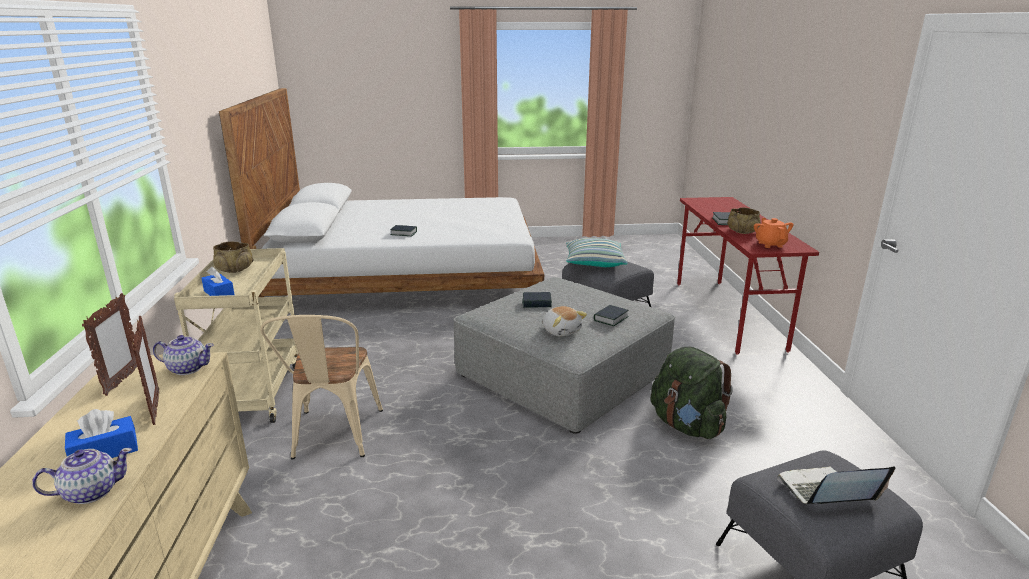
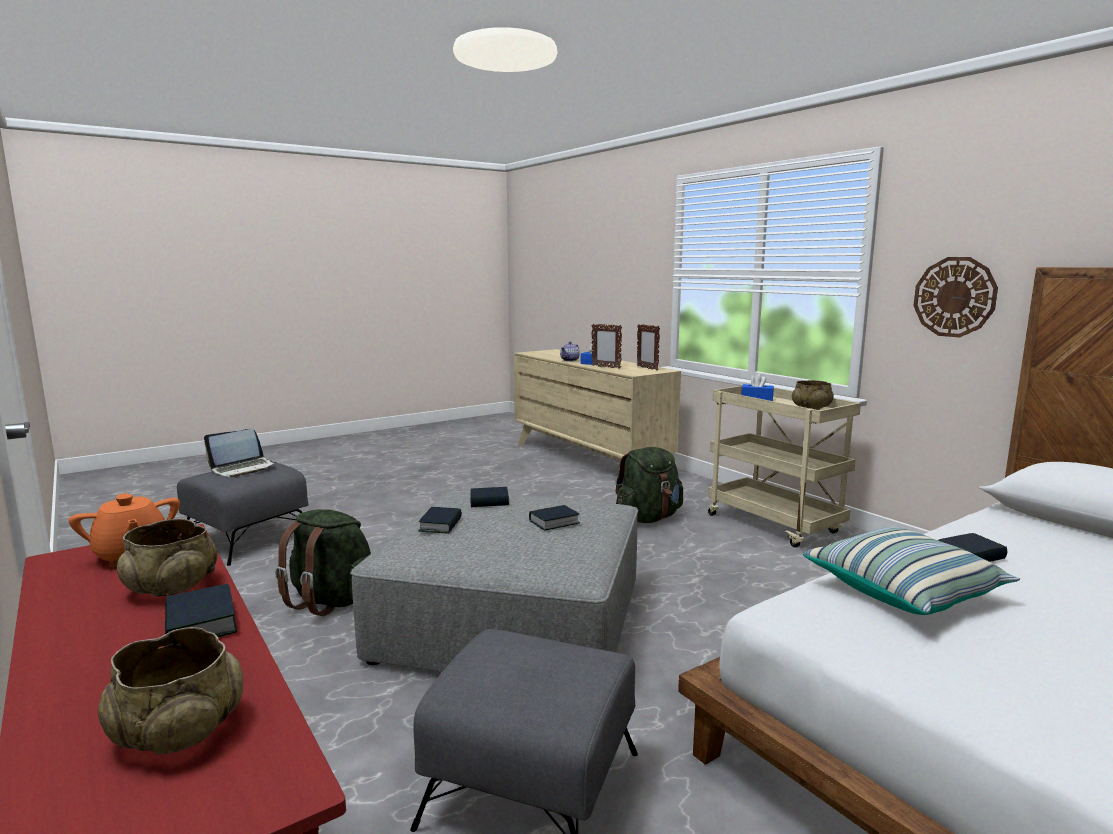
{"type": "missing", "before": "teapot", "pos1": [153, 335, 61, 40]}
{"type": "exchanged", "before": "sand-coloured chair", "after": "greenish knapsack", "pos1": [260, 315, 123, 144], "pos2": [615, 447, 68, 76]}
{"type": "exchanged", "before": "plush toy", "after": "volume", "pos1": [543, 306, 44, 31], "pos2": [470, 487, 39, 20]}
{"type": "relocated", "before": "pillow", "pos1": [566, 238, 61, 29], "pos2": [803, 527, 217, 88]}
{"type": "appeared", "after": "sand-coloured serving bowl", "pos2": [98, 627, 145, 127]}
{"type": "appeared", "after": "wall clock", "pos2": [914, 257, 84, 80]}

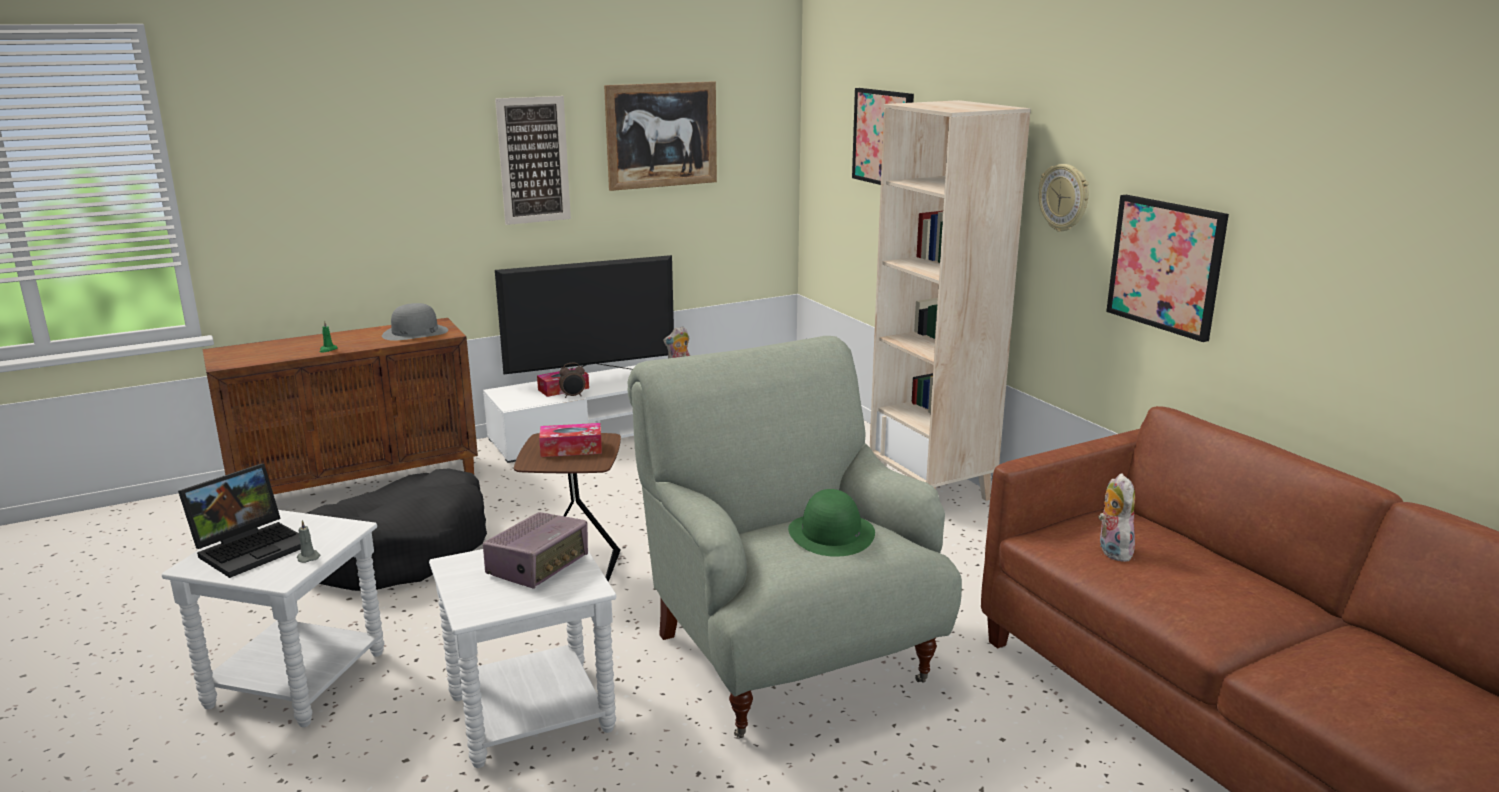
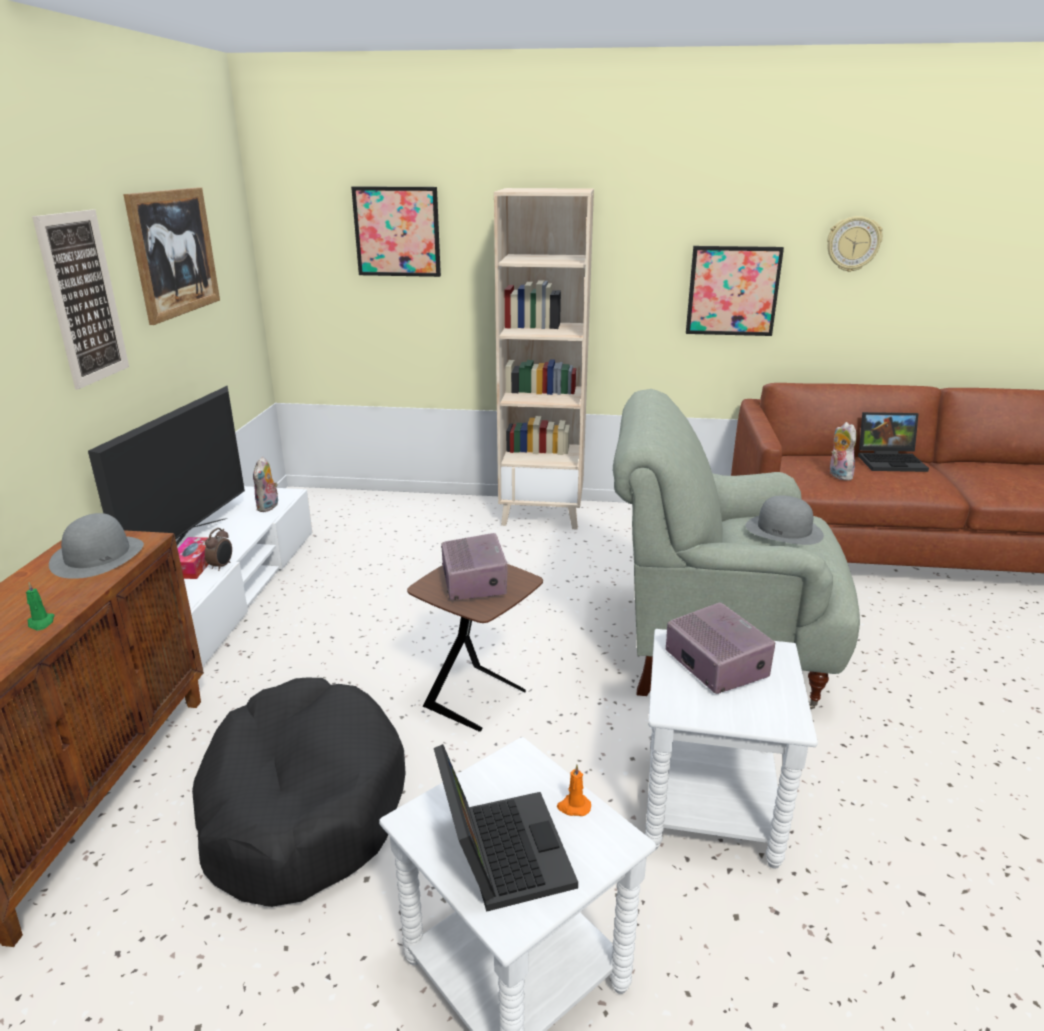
{"type": "colour", "before": "greyish wax light", "after": "orange wax light", "pos1": [297, 520, 23, 43], "pos2": [557, 764, 34, 52]}
{"type": "exchanged", "before": "tissue holder", "after": "radio", "pos1": [539, 423, 63, 34], "pos2": [441, 533, 67, 67]}
{"type": "colour", "before": "greenish clothing hat", "after": "greyish clothing hat", "pos1": [788, 489, 87, 68], "pos2": [746, 495, 78, 50]}
{"type": "relocated", "before": "wall clock", "pos1": [1038, 164, 51, 68], "pos2": [827, 216, 56, 56]}
{"type": "spun", "before": "plush toy", "pos1": [1098, 473, 37, 89], "pos2": [829, 422, 28, 58], "turn": 45}
{"type": "appeared", "after": "laptop", "pos2": [858, 412, 71, 60]}

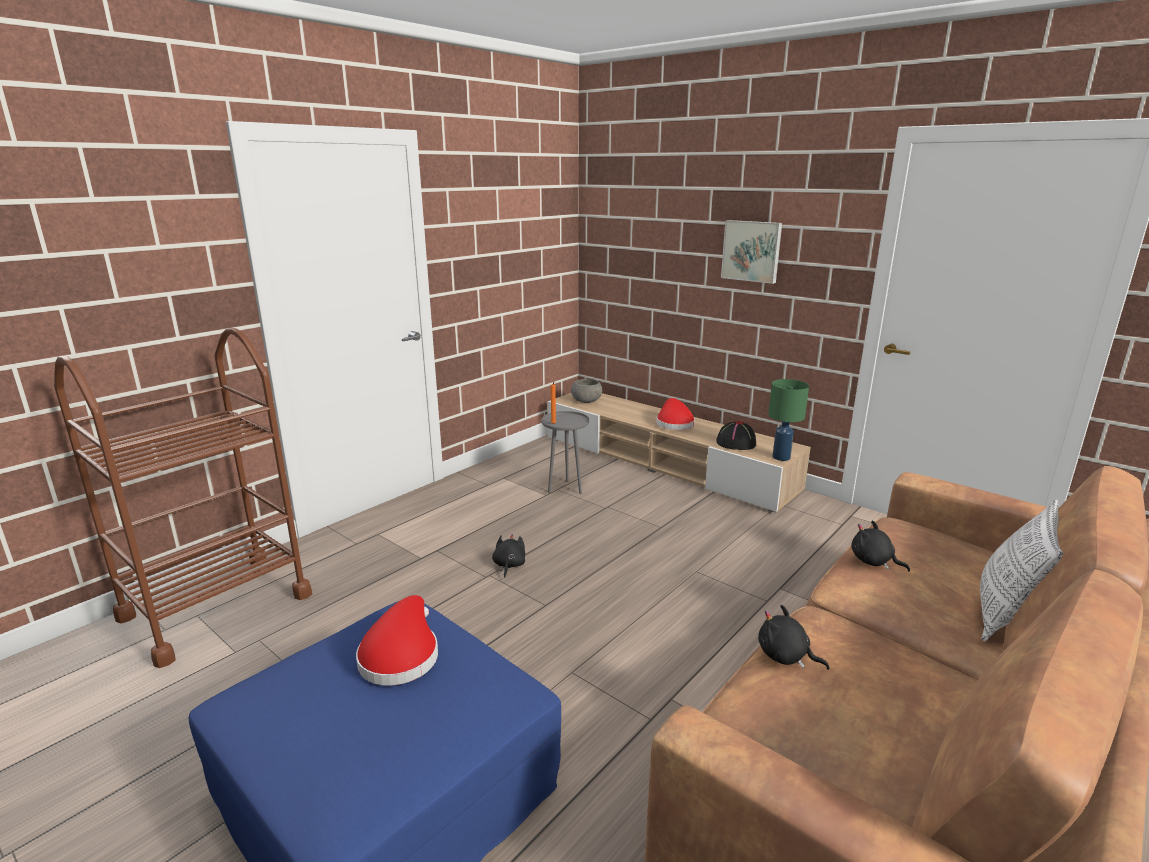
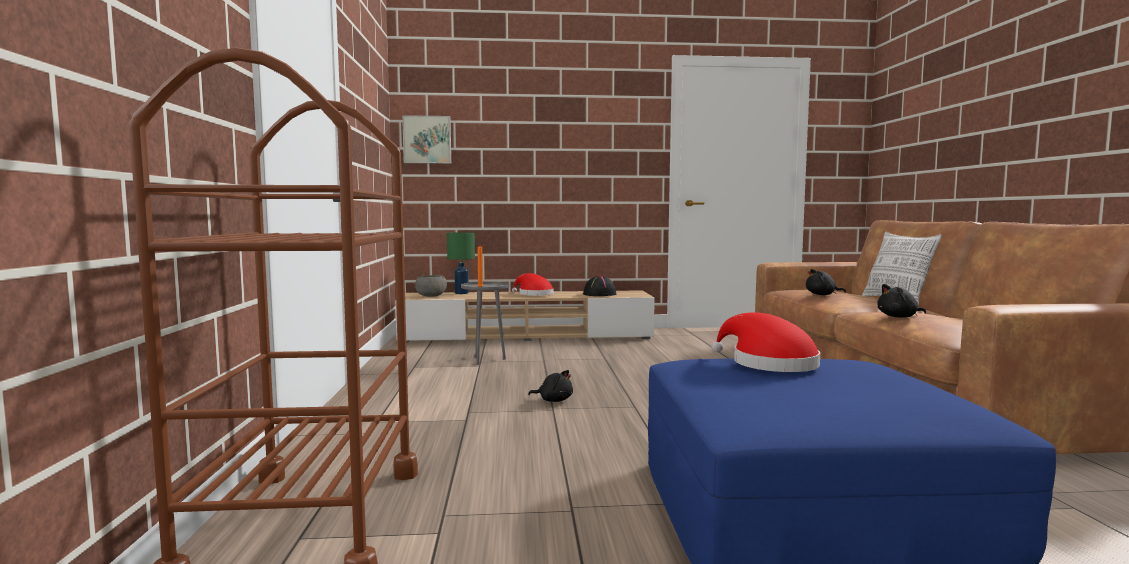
{"type": "spun", "before": "black-coloured plush toy", "pos1": [492, 534, 33, 44], "pos2": [528, 370, 45, 32], "turn": 150}
{"type": "relocated", "before": "wall picture", "pos1": [721, 220, 61, 64], "pos2": [402, 115, 49, 49]}
{"type": "relocated", "before": "greenish tabletop lamp", "pos1": [768, 379, 41, 82], "pos2": [447, 232, 28, 62]}

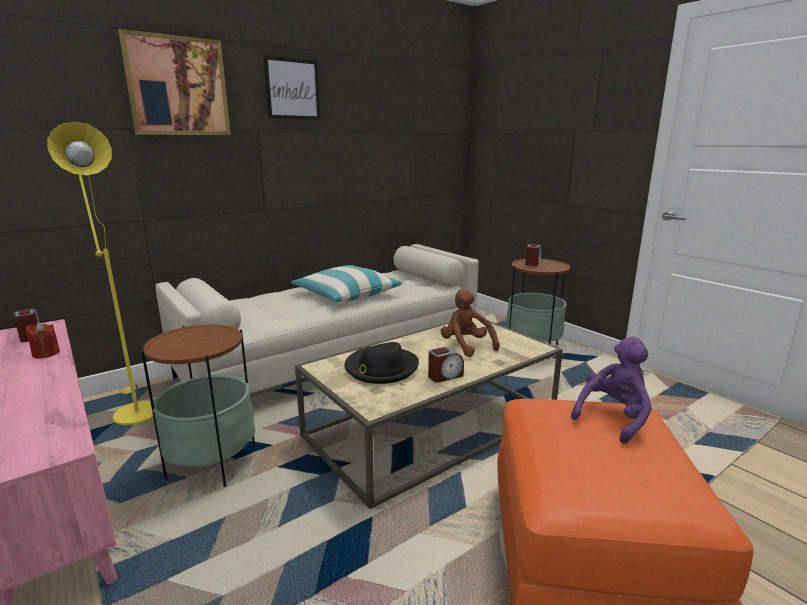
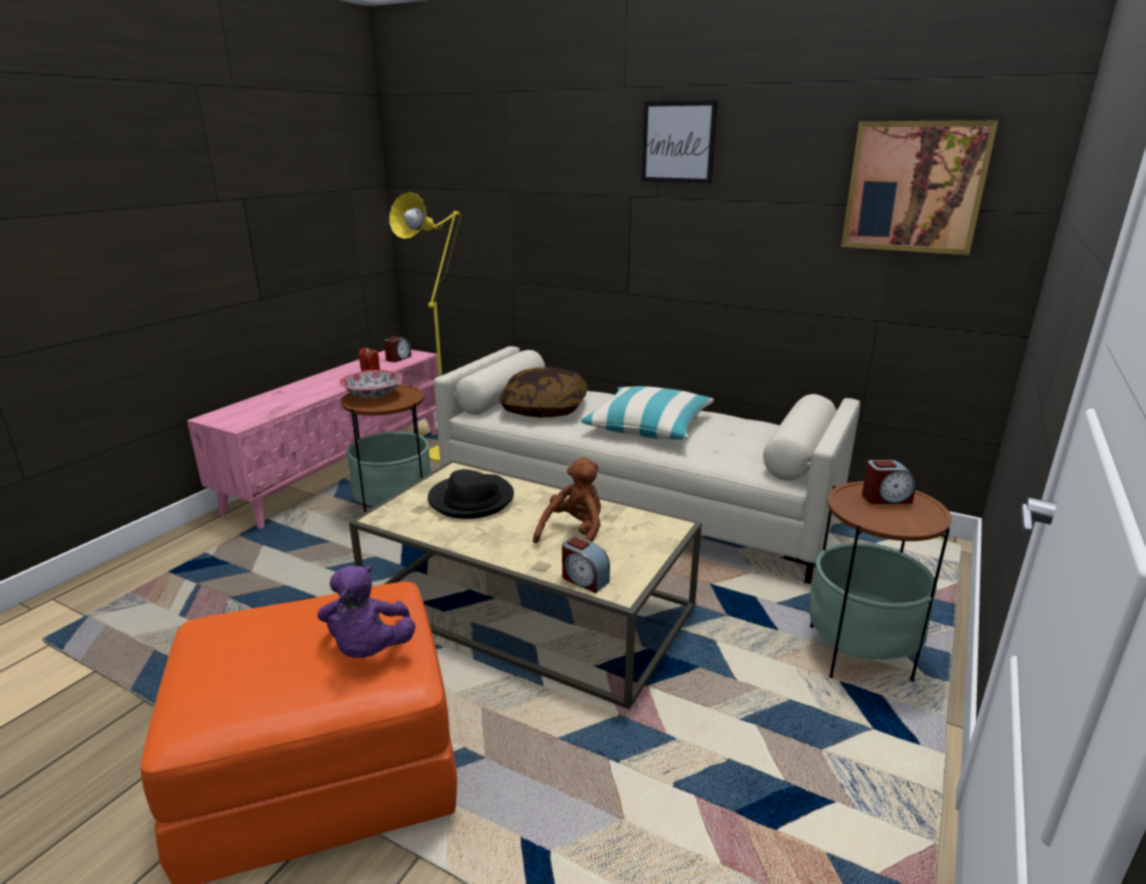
{"type": "relocated", "before": "wall picture", "pos1": [118, 29, 113, 106], "pos2": [841, 120, 157, 135]}
{"type": "relocated", "before": "table clock", "pos1": [428, 347, 36, 36], "pos2": [562, 536, 48, 57]}
{"type": "spun", "before": "purple-coloured plush toy", "pos1": [571, 336, 81, 108], "pos2": [318, 566, 98, 92], "turn": 60}
{"type": "appeared", "after": "serving bowl", "pos2": [339, 370, 64, 28]}
{"type": "appeared", "after": "pillow", "pos2": [500, 367, 87, 50]}

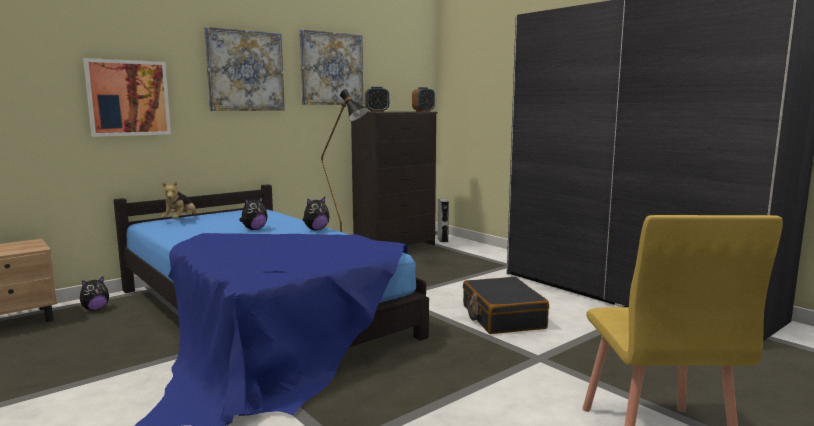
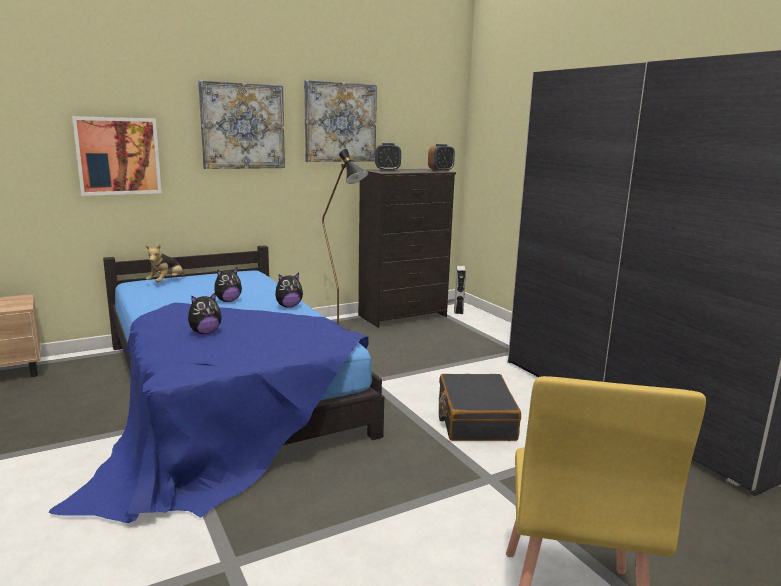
{"type": "relocated", "before": "plush toy", "pos1": [80, 276, 29, 35], "pos2": [188, 292, 34, 42]}

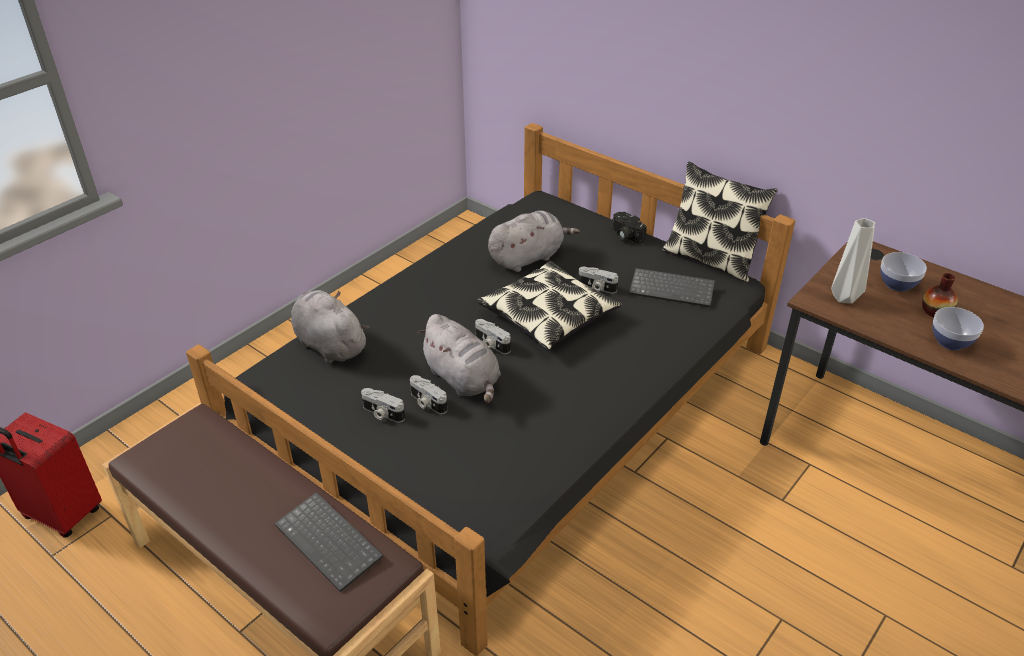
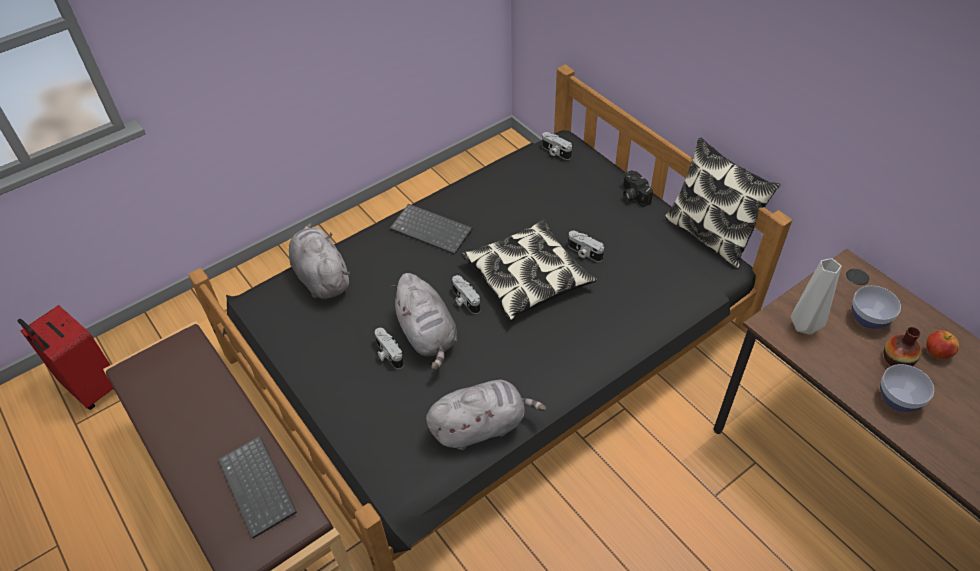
{"type": "relocated", "before": "still camera", "pos1": [361, 388, 44, 34], "pos2": [542, 132, 30, 28]}
{"type": "relocated", "before": "greyish plush toy", "pos1": [488, 211, 92, 61], "pos2": [426, 380, 121, 70]}
{"type": "relocated", "before": "keyboard", "pos1": [629, 268, 86, 39], "pos2": [390, 204, 82, 51]}
{"type": "appeared", "after": "apple fruit", "pos2": [926, 330, 33, 29]}

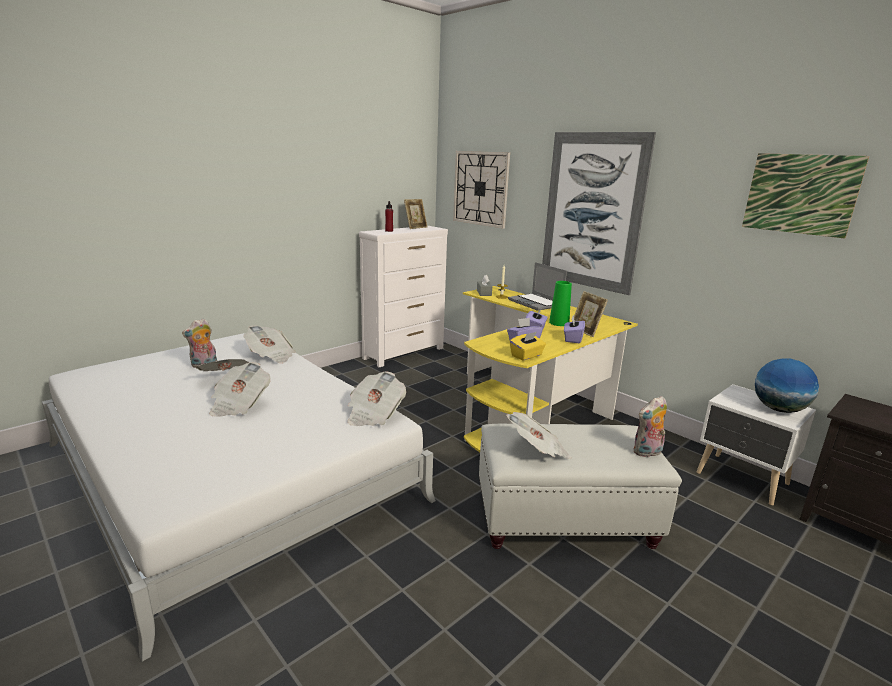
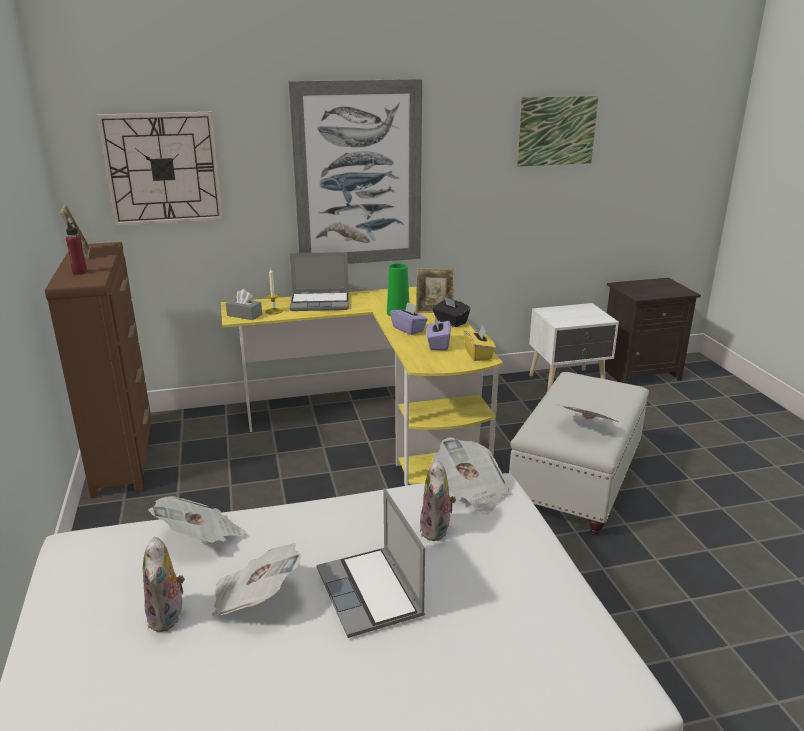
{"type": "exchanged", "before": "printed paper", "after": "laptop", "pos1": [209, 362, 61, 55], "pos2": [317, 488, 108, 150]}
{"type": "colour", "before": "white-coloured dresser", "after": "brown-coloured dresser", "pos1": [359, 226, 89, 141], "pos2": [45, 242, 106, 256]}
{"type": "colour", "before": "purple-coloured tissue holder", "after": "black-coloured tissue holder", "pos1": [564, 315, 21, 29], "pos2": [433, 297, 37, 30]}
{"type": "relocated", "before": "plush toy", "pos1": [633, 396, 34, 61], "pos2": [420, 460, 36, 81]}
{"type": "missing", "before": "world globe", "pos1": [755, 358, 64, 55]}

